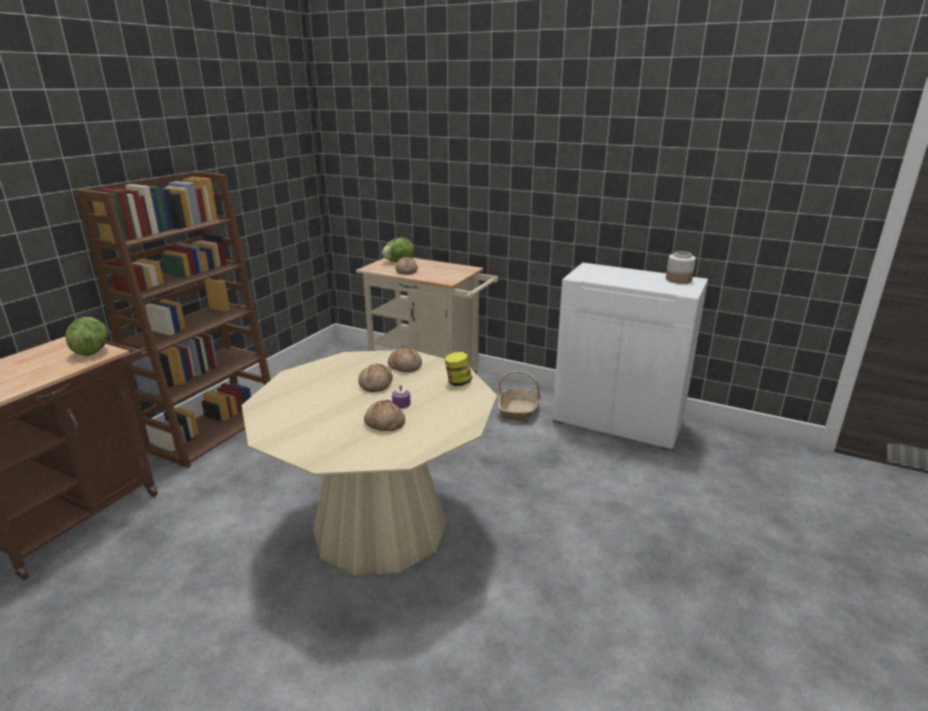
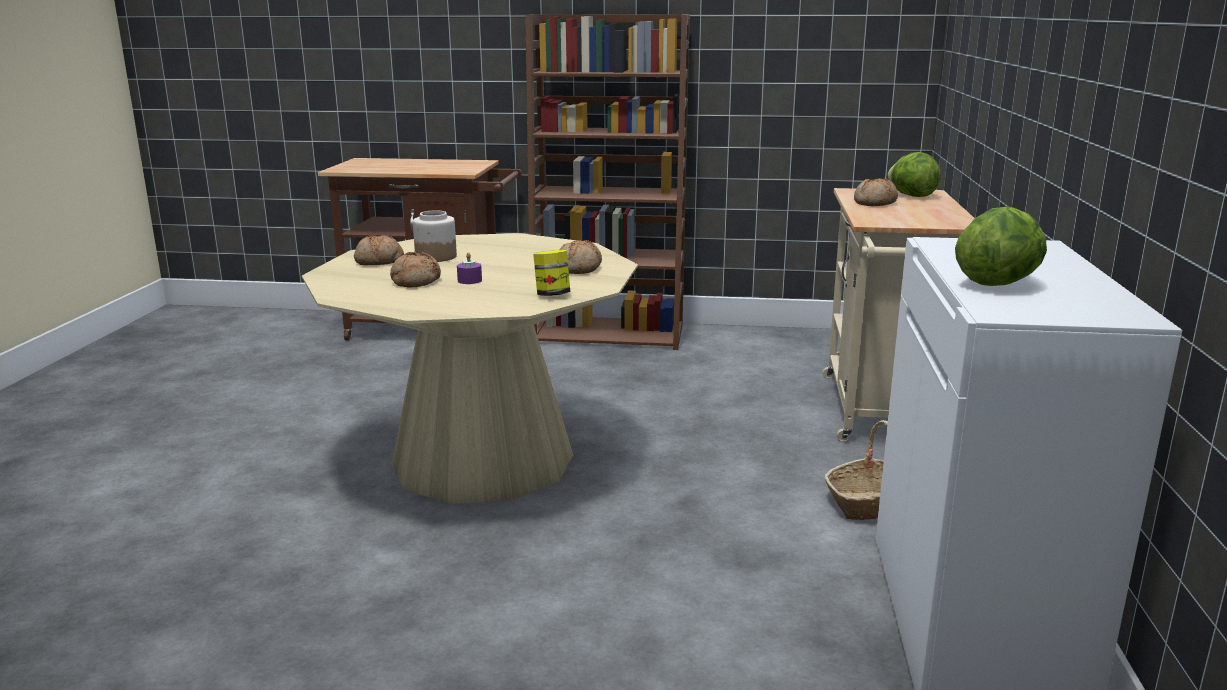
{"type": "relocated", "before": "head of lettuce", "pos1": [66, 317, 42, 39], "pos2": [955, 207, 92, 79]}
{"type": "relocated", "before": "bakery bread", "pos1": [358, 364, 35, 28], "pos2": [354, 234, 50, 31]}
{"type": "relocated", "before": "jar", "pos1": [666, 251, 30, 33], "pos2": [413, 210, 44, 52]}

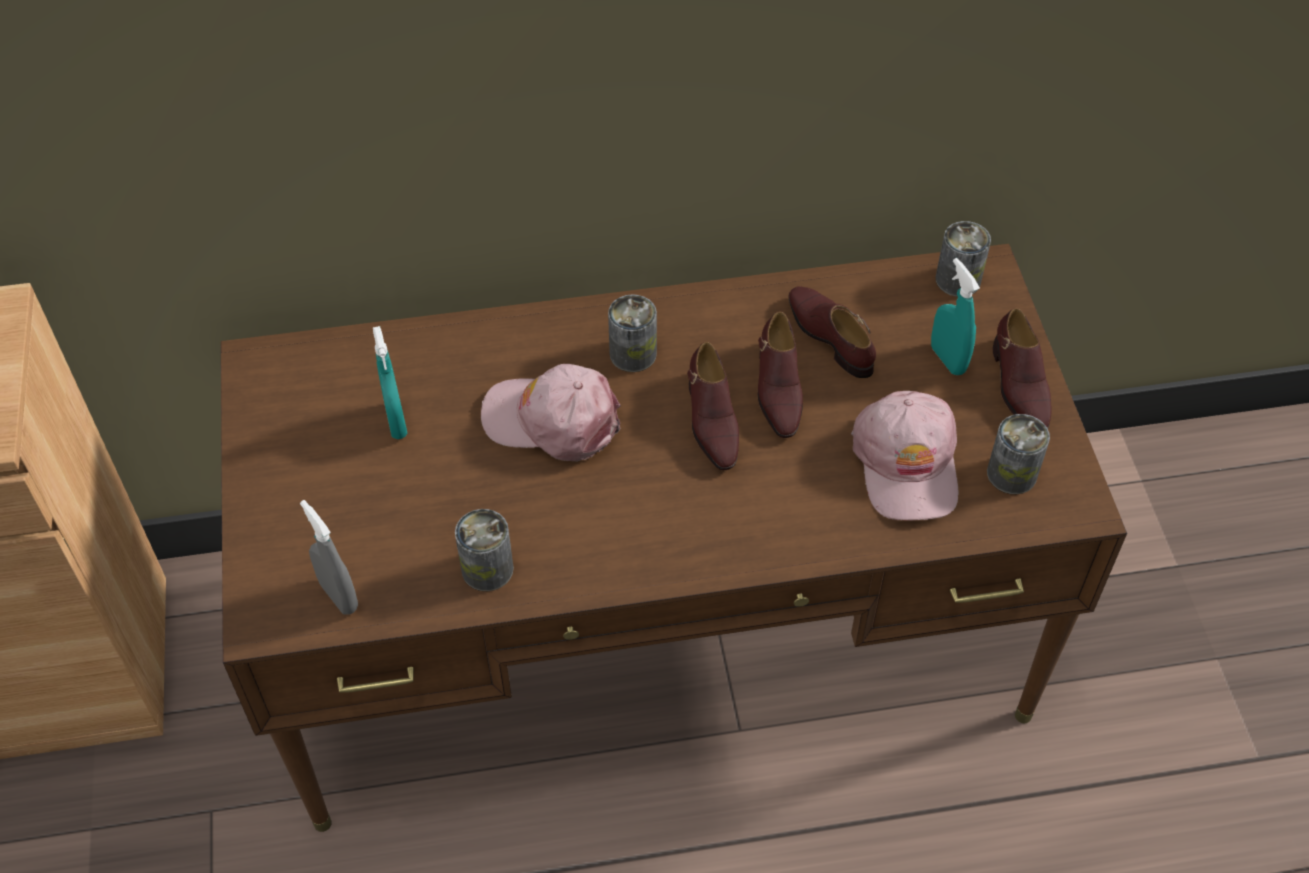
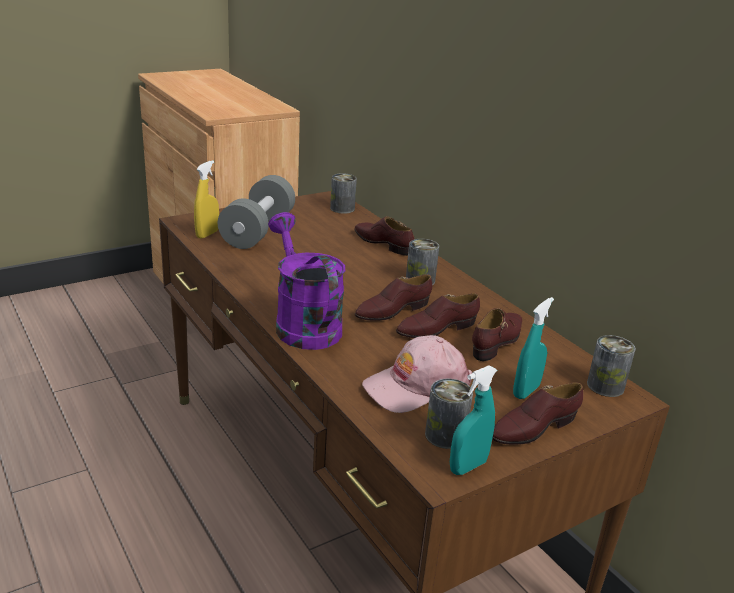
{"type": "colour", "before": "greyish sprayer", "after": "yellowish sprayer", "pos1": [300, 500, 58, 114], "pos2": [194, 160, 25, 78]}
{"type": "relocated", "before": "blue-green sprayer", "pos1": [373, 326, 34, 113], "pos2": [450, 365, 47, 110]}
{"type": "relocated", "before": "sealed can", "pos1": [455, 509, 59, 82], "pos2": [330, 173, 27, 41]}
{"type": "missing", "before": "pink-coloured peaked cap", "pos1": [481, 364, 140, 98]}
{"type": "appeared", "after": "greyish dumbbell", "pos2": [218, 175, 77, 74]}
{"type": "appeared", "after": "purple-coloured watering can", "pos2": [268, 212, 77, 138]}
{"type": "appeared", "after": "brown-coloured item of footwear", "pos2": [354, 216, 61, 40]}

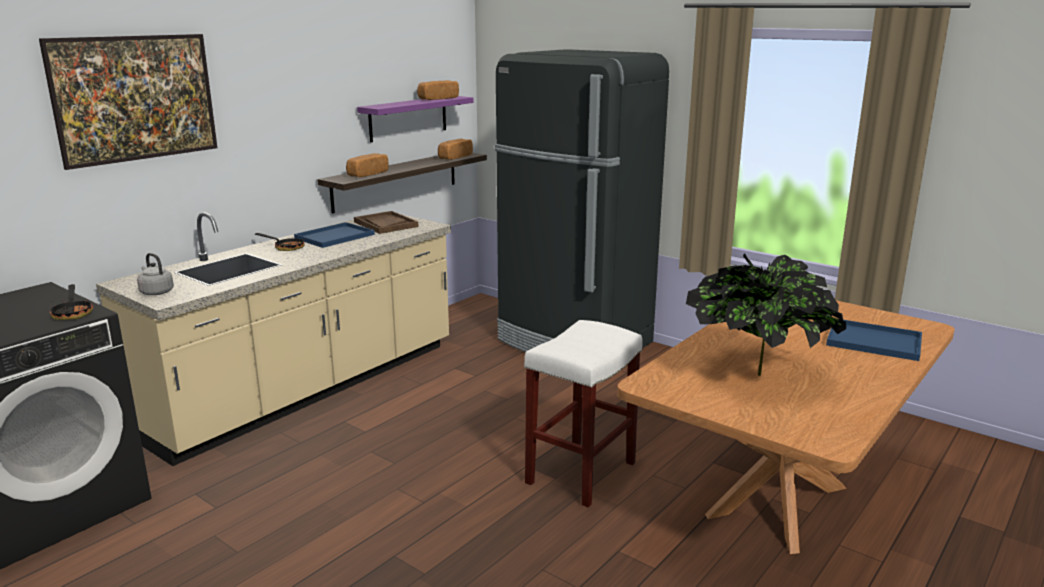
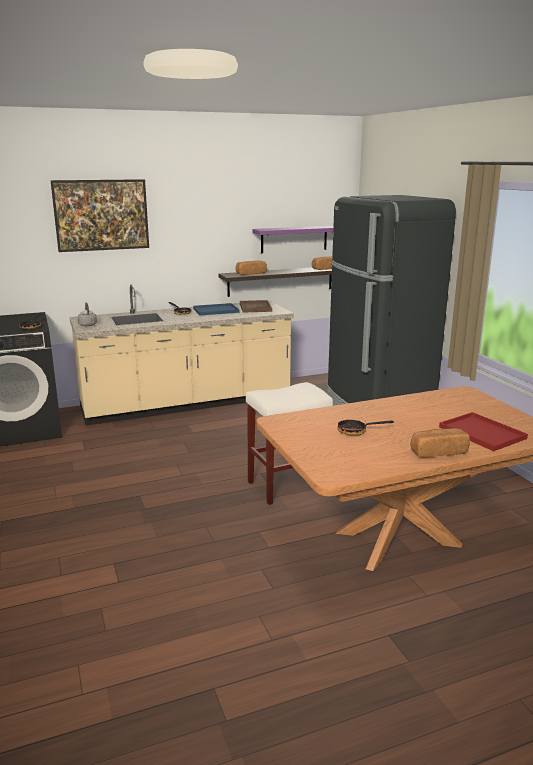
{"type": "relocated", "before": "bakery bread", "pos1": [417, 80, 42, 20], "pos2": [410, 428, 60, 29]}
{"type": "exchanged", "before": "plant in a pot", "after": "frying pan", "pos1": [686, 253, 160, 123], "pos2": [338, 418, 56, 17]}
{"type": "colour", "before": "blue-coloured tray", "after": "red tray", "pos1": [826, 320, 96, 41], "pos2": [439, 412, 89, 39]}

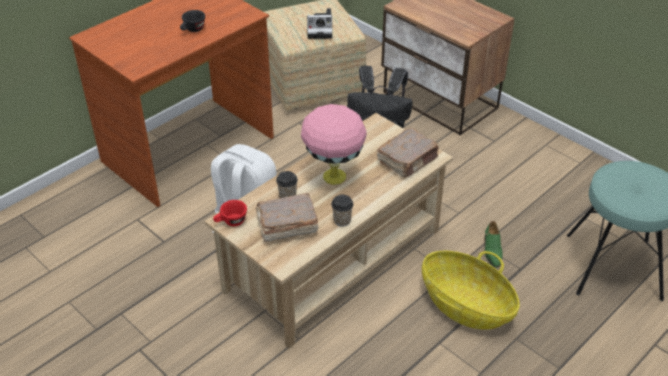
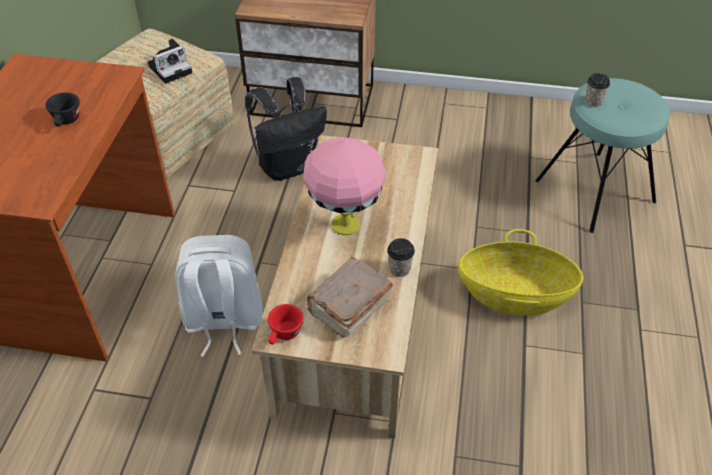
{"type": "relocated", "before": "cup", "pos1": [276, 171, 22, 27], "pos2": [585, 73, 25, 34]}
{"type": "missing", "before": "brown-coloured volume", "pos1": [377, 128, 62, 50]}
{"type": "missing", "before": "greenish item of footwear", "pos1": [484, 221, 19, 47]}

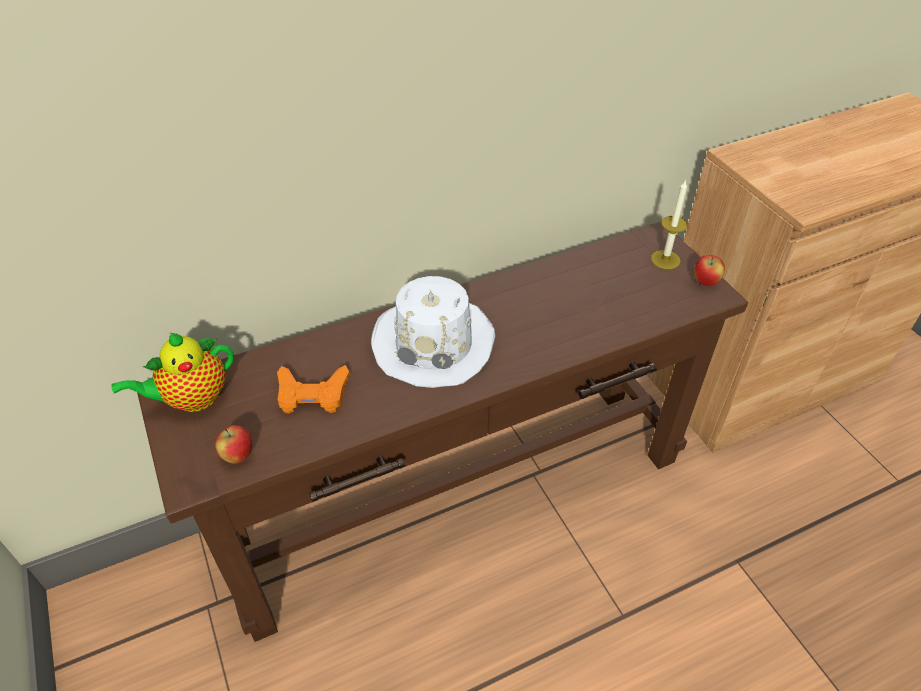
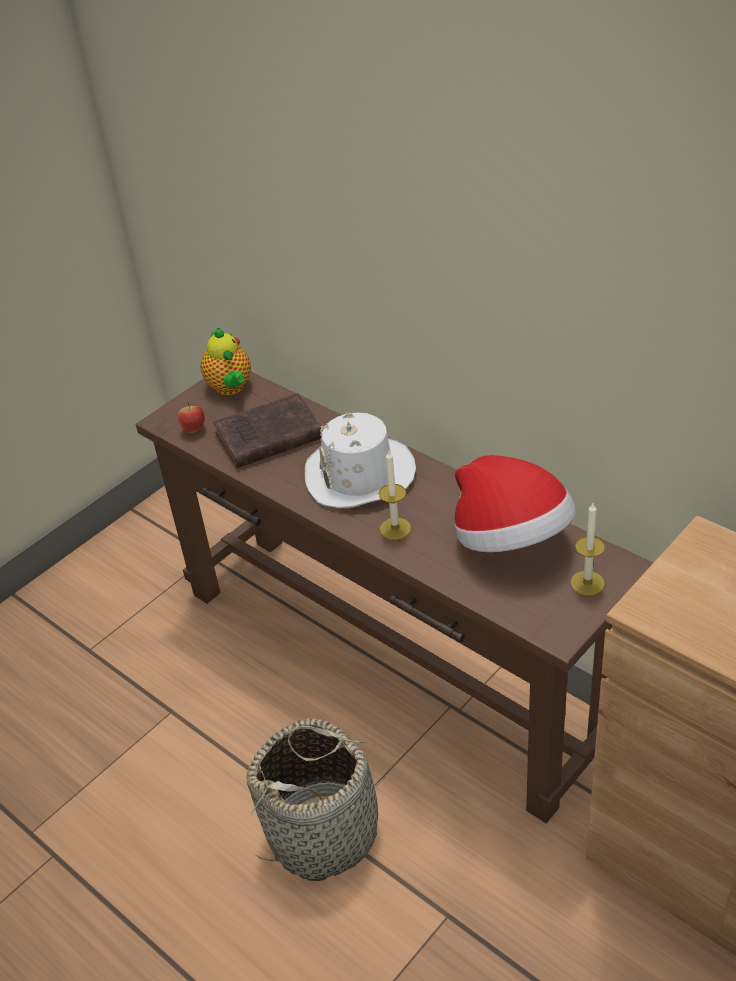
{"type": "spun", "before": "teapot", "pos1": [111, 333, 123, 79], "pos2": [200, 327, 51, 68], "turn": -150}
{"type": "exchanged", "before": "orange gamepad", "after": "brown-coloured volume", "pos1": [277, 365, 73, 49], "pos2": [213, 393, 109, 75]}
{"type": "missing", "before": "apple fruit", "pos1": [694, 255, 31, 31]}
{"type": "appeared", "after": "basket", "pos2": [246, 718, 148, 163]}
{"type": "appeared", "after": "wax light", "pos2": [379, 450, 32, 90]}
{"type": "appeared", "after": "clothing hat", "pos2": [455, 455, 121, 97]}

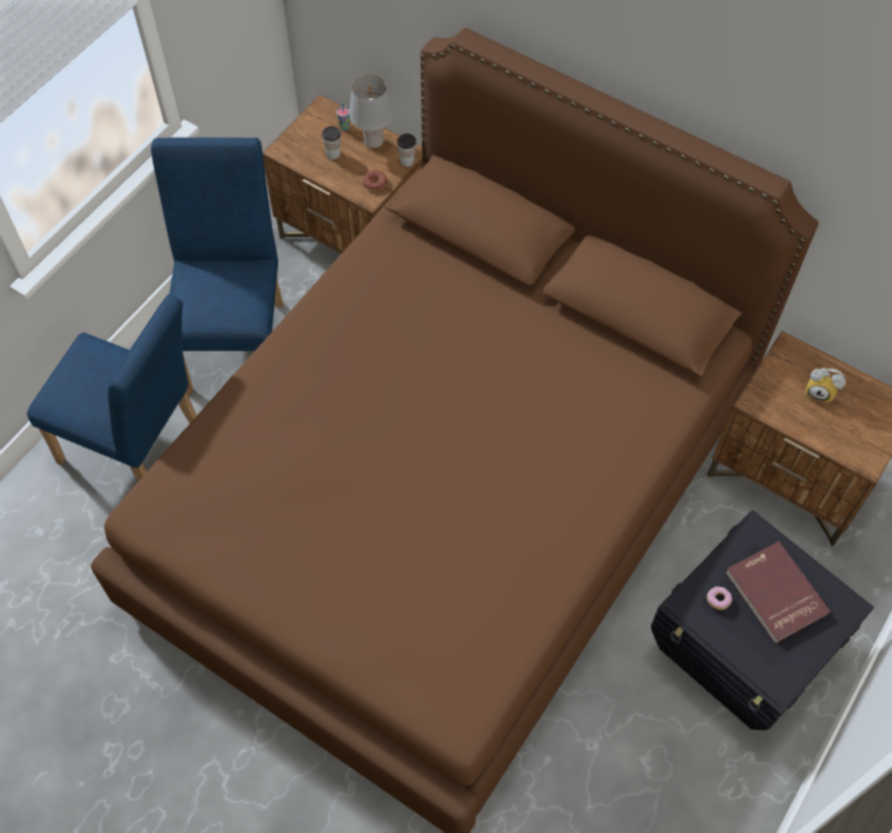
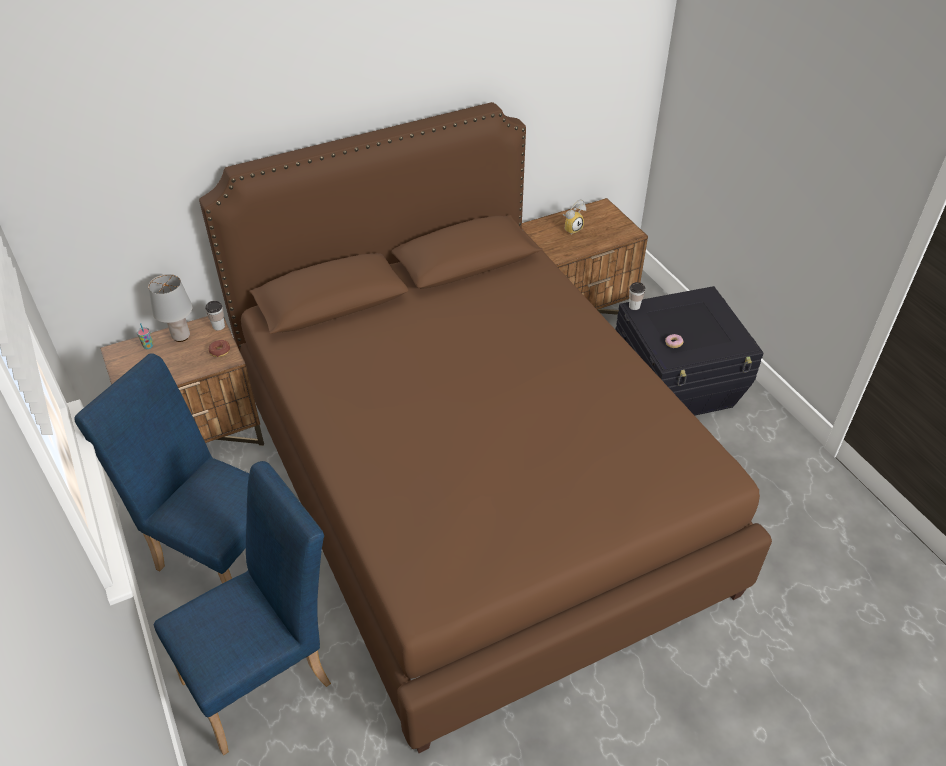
{"type": "relocated", "before": "cup", "pos1": [322, 126, 19, 33], "pos2": [629, 282, 17, 28]}
{"type": "missing", "before": "red volume", "pos1": [725, 541, 106, 103]}

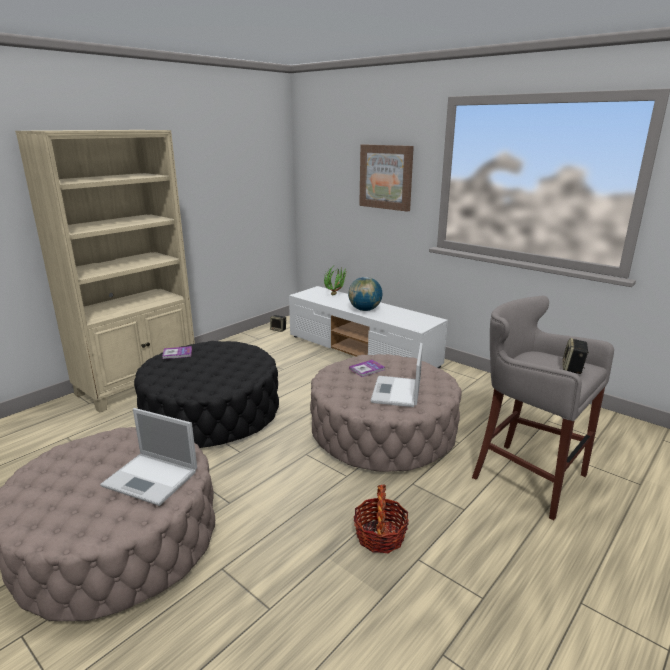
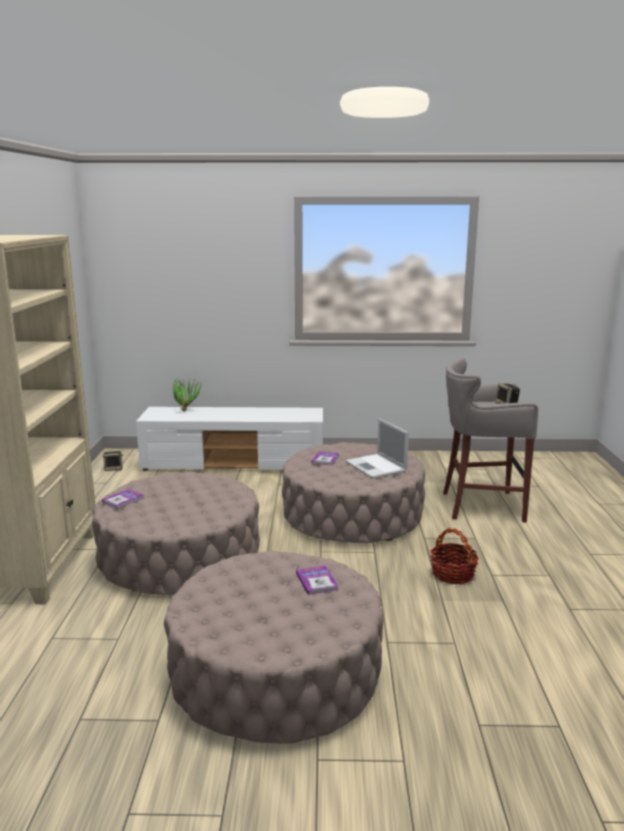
{"type": "exchanged", "before": "laptop", "after": "volume", "pos1": [100, 408, 97, 98], "pos2": [296, 565, 43, 30]}
{"type": "colour", "before": "black-coloured footrest", "after": "sand-coloured footrest", "pos1": [134, 341, 145, 107], "pos2": [92, 472, 168, 123]}
{"type": "missing", "before": "world globe", "pos1": [348, 277, 34, 34]}
{"type": "missing", "before": "wall picture", "pos1": [359, 144, 55, 68]}

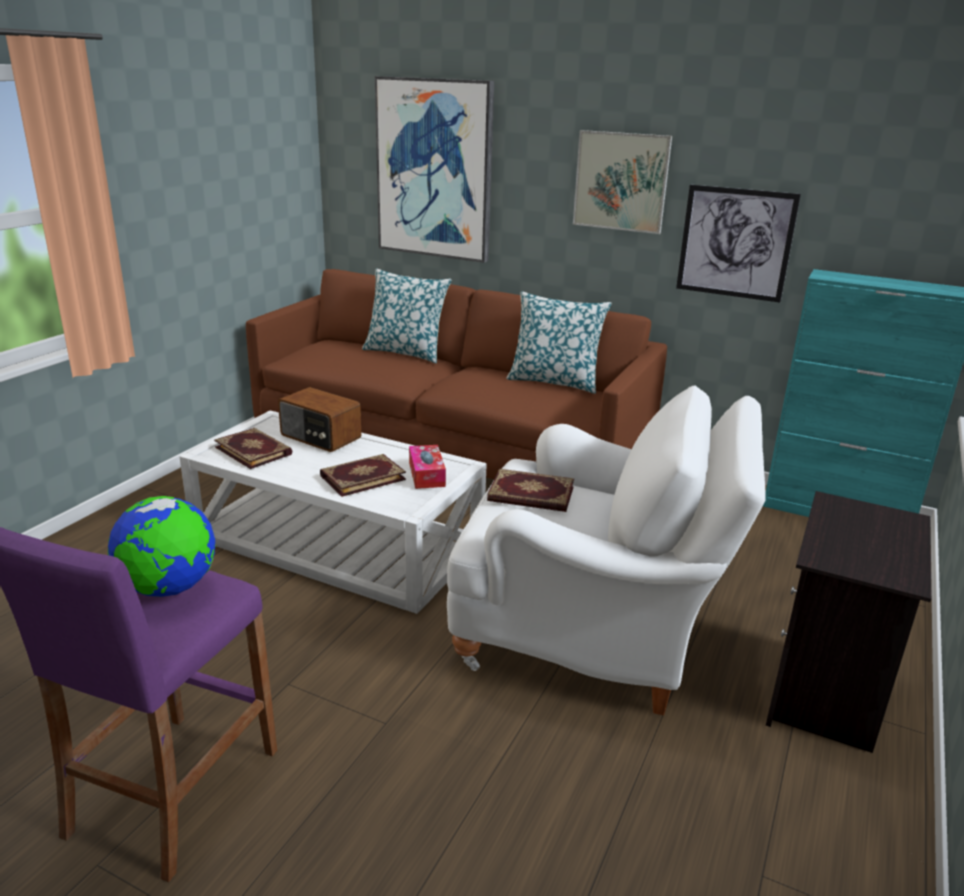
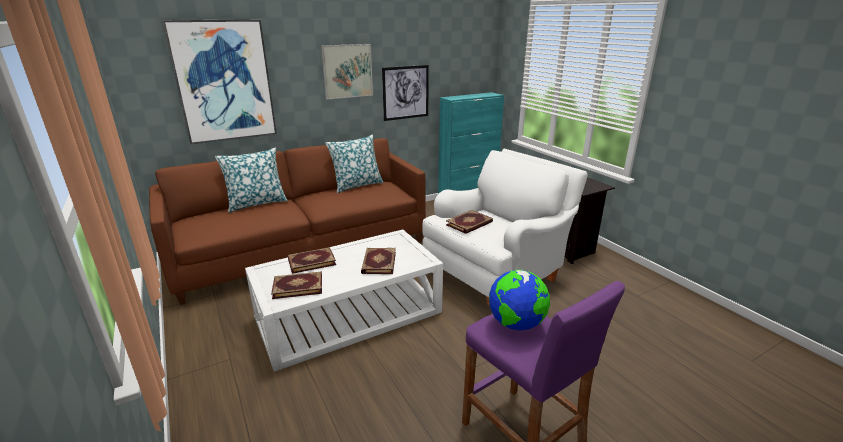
{"type": "exchanged", "before": "radio", "after": "volume", "pos1": [278, 387, 83, 65], "pos2": [287, 247, 49, 27]}
{"type": "missing", "before": "tissue holder", "pos1": [409, 445, 37, 44]}

